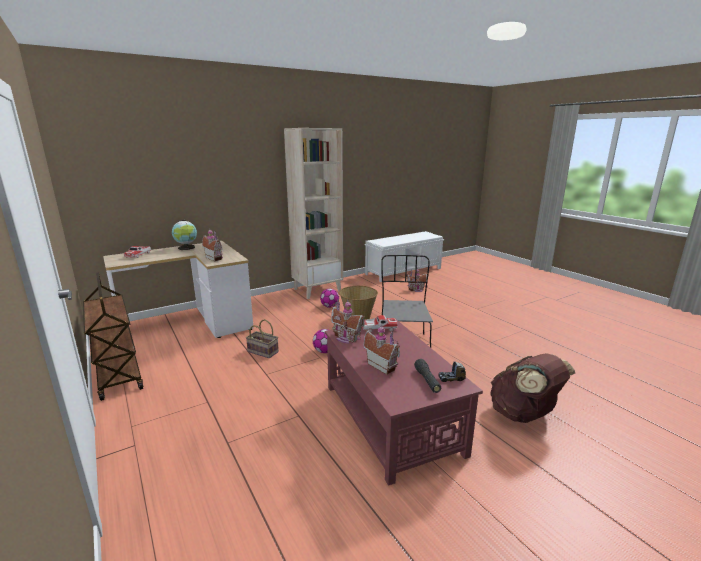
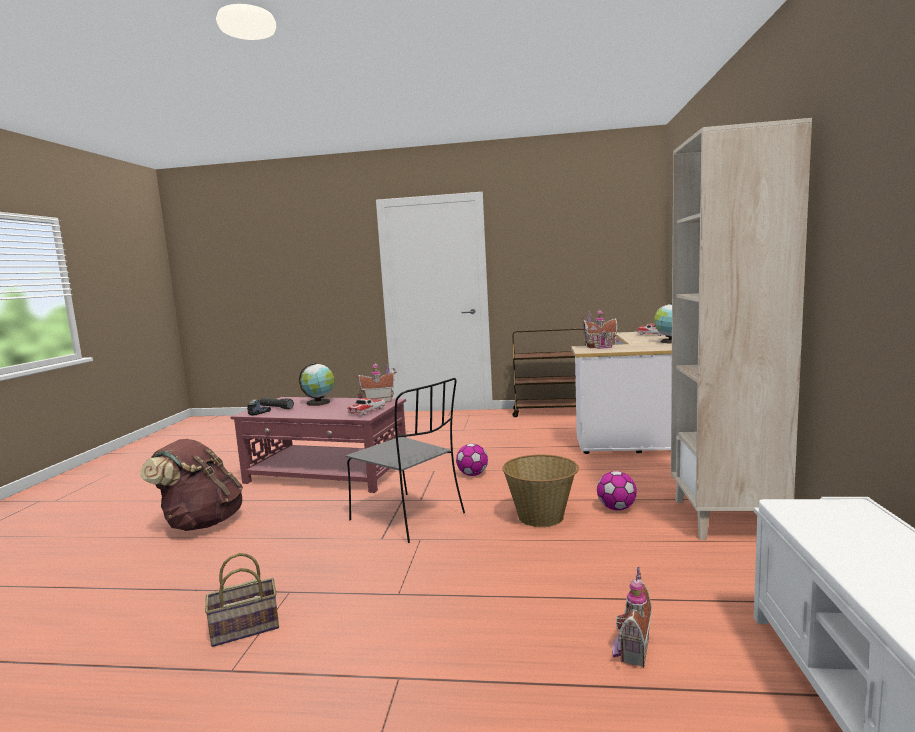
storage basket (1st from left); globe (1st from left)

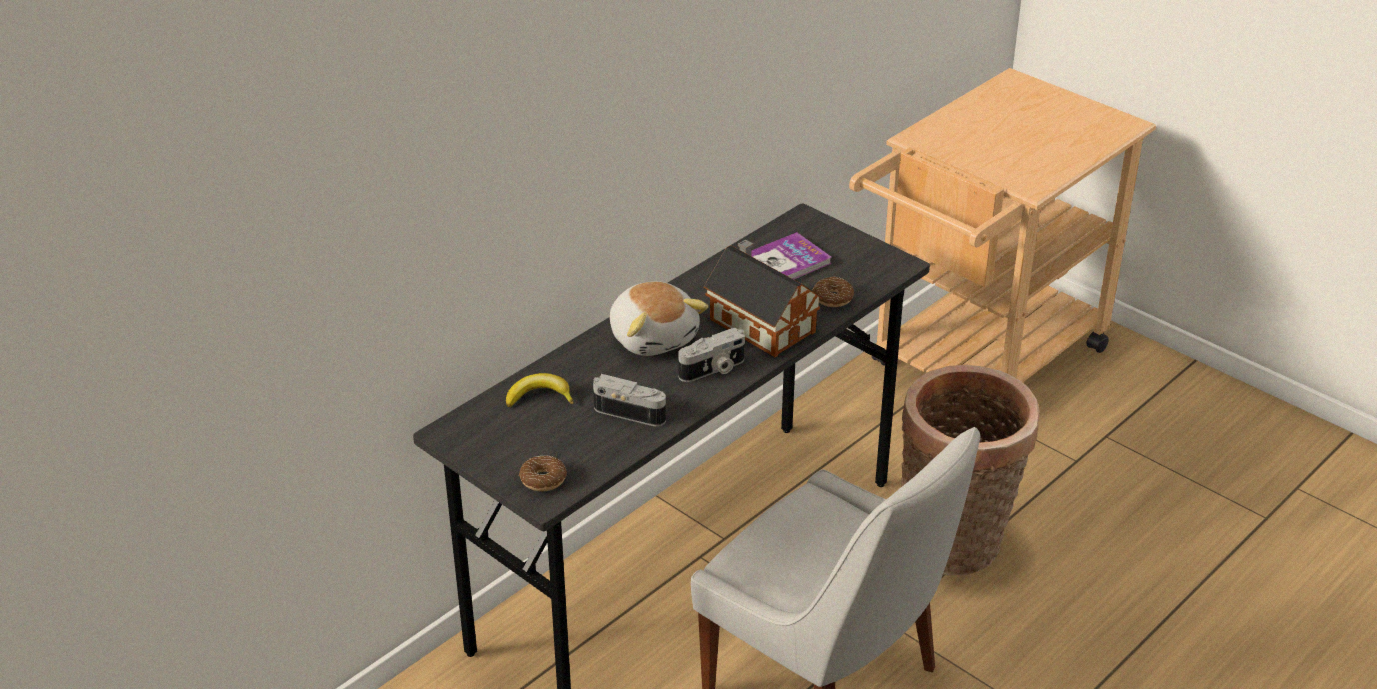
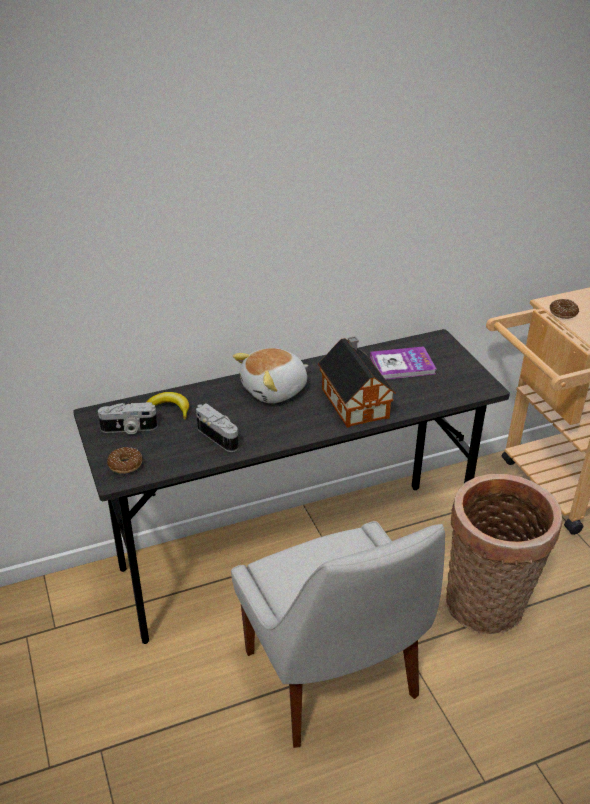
still camera (1st from left); doughnut (2nd from left); plush toy

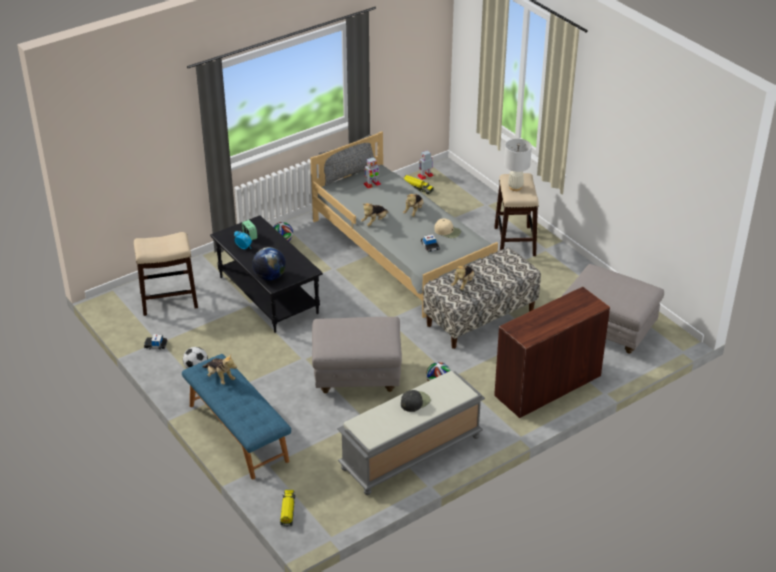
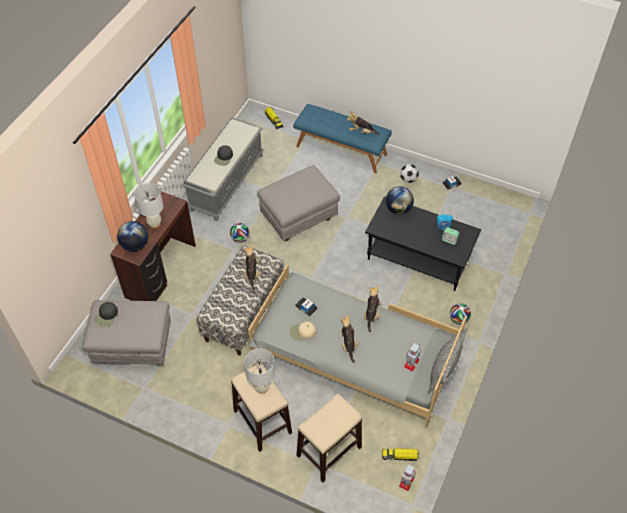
black peaked cap (1st from left); globe (1st from left); white-coloured table lamp (1st from left); sitting stool (2nd from left)

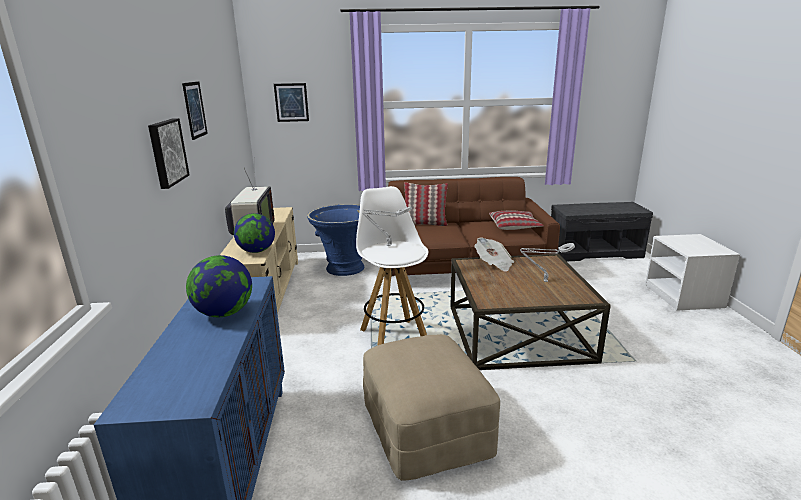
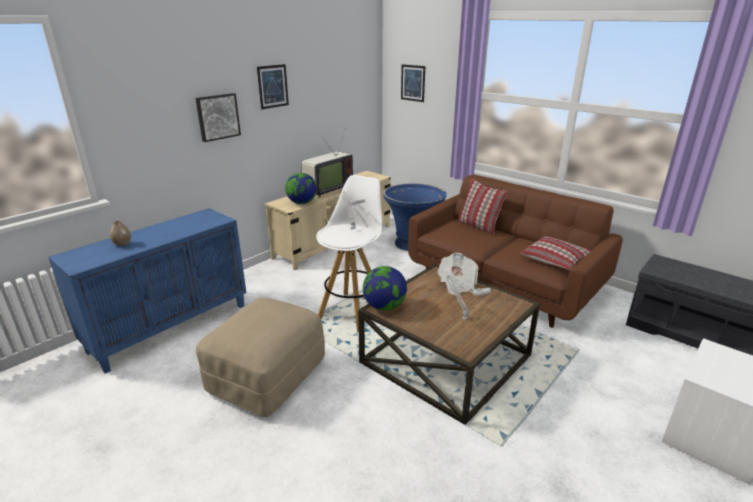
decorative vase; globe (2nd from left)

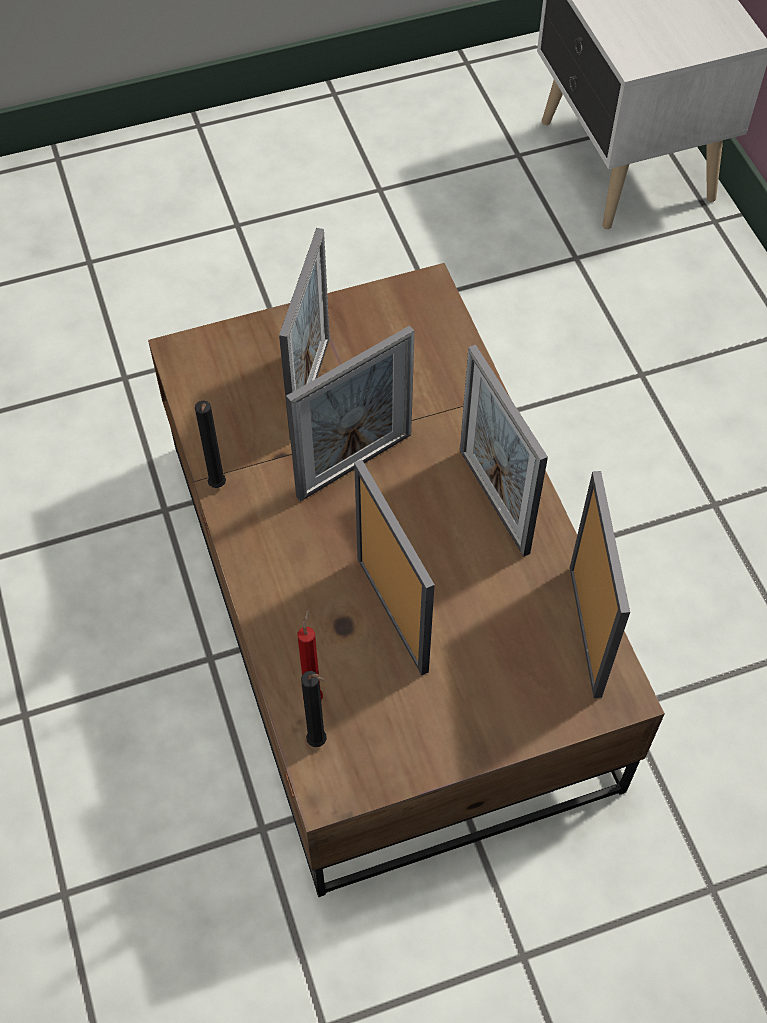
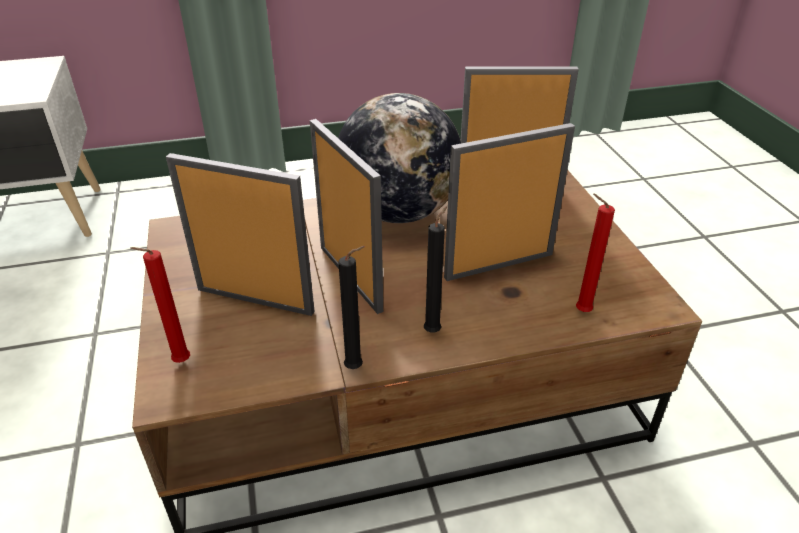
red wax light (1st from left); black wax light (2nd from left); globe

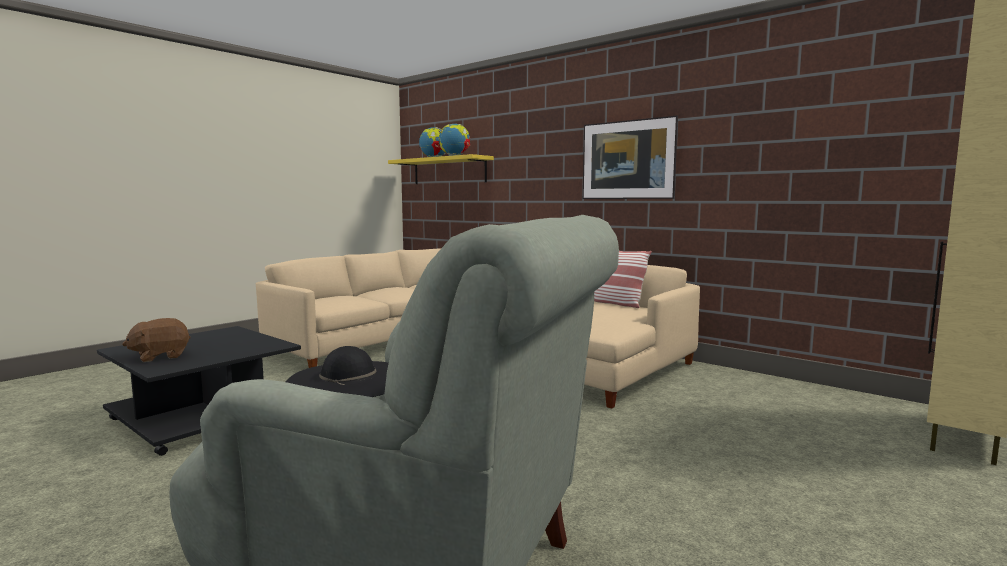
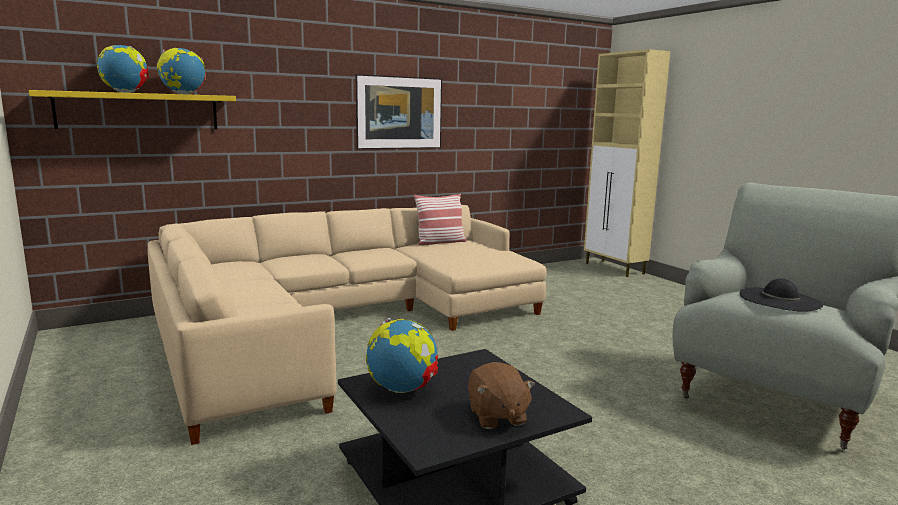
globe (3rd from left)

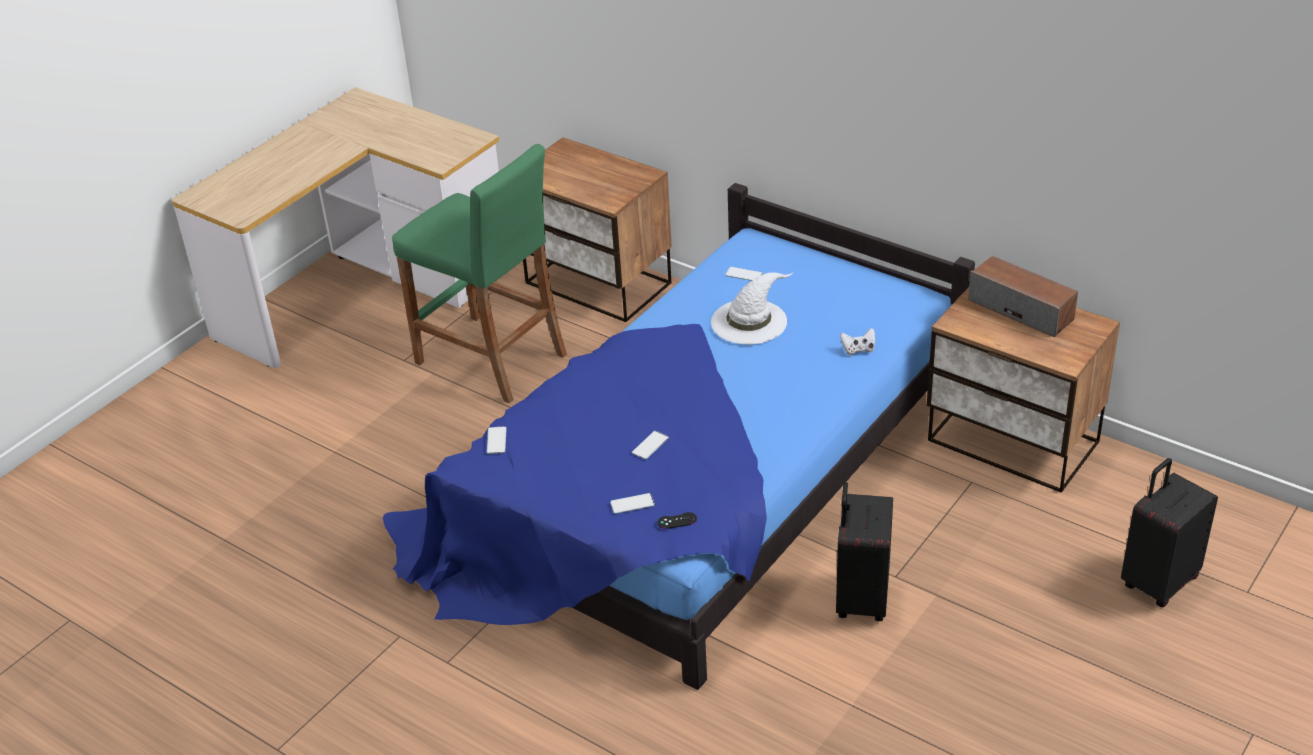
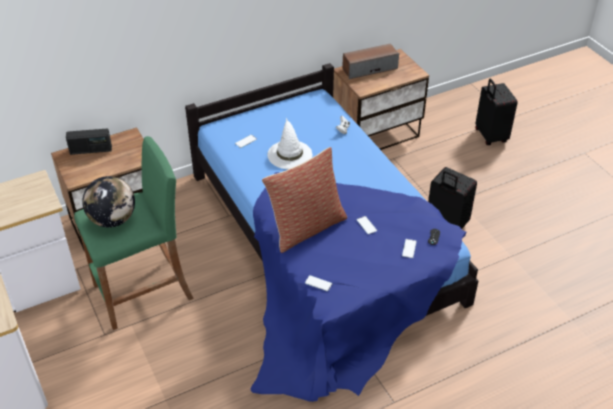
radio; globe; cushion

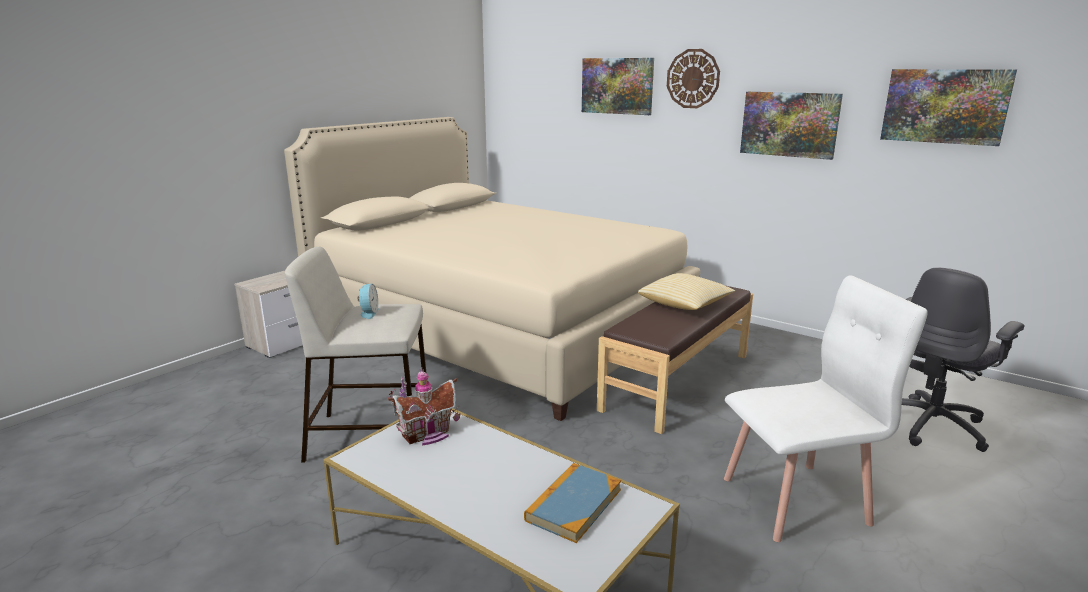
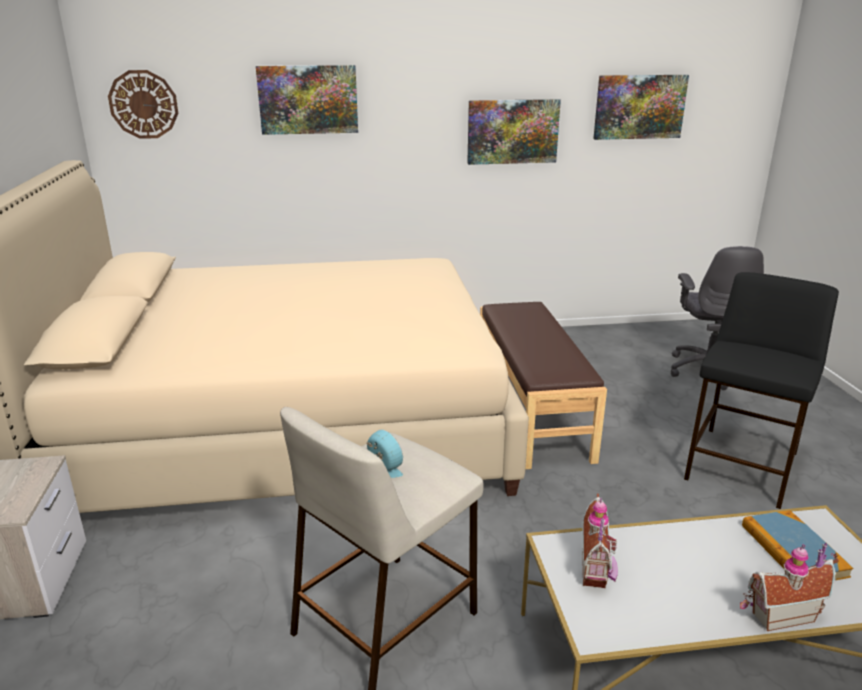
cushion; model house (2nd from left); clock on the wall; black sitting stool

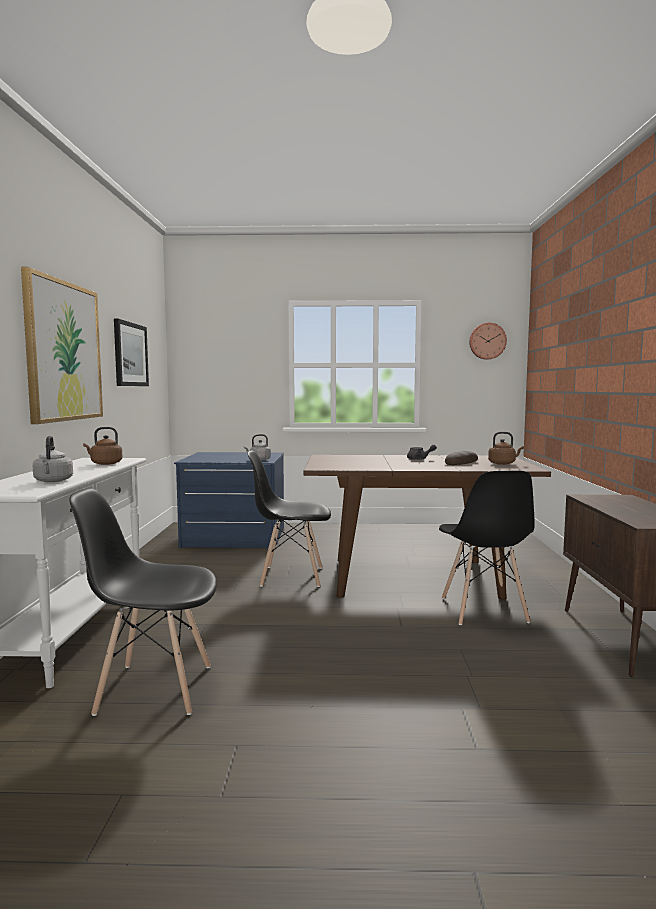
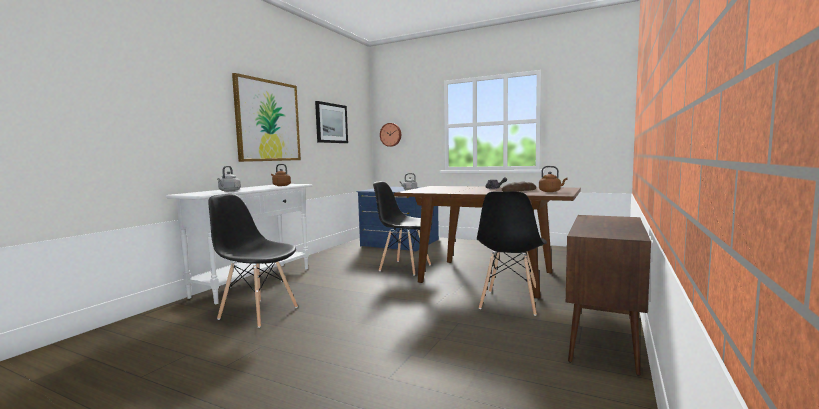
clock on the wall

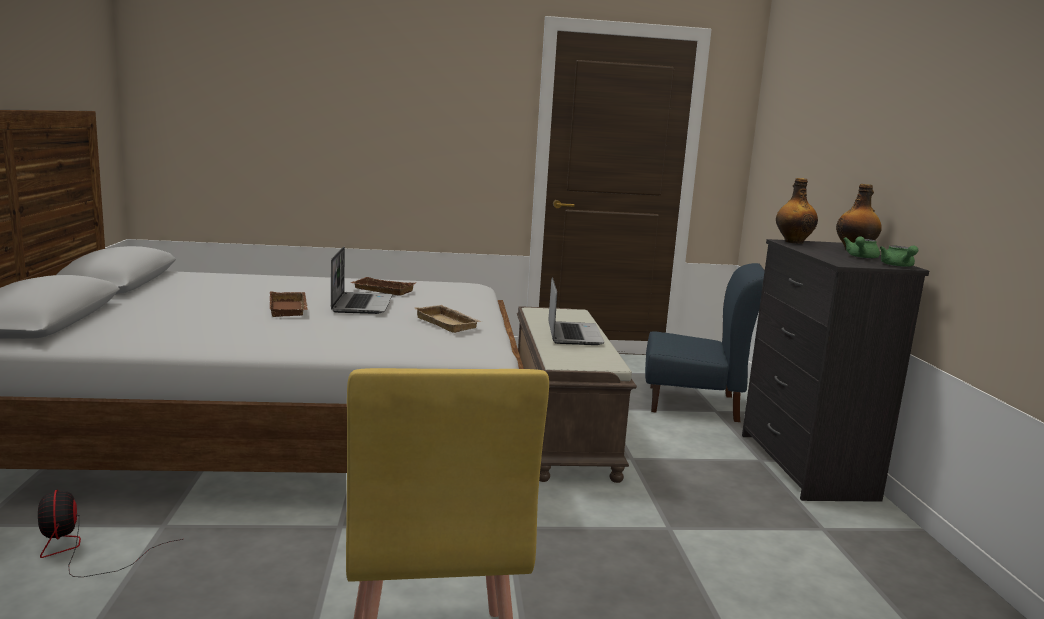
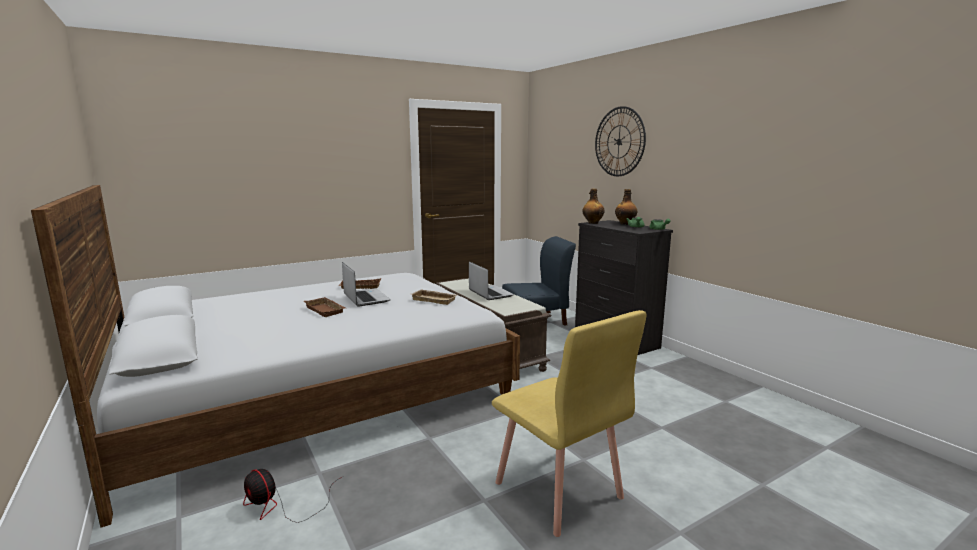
clock on the wall

